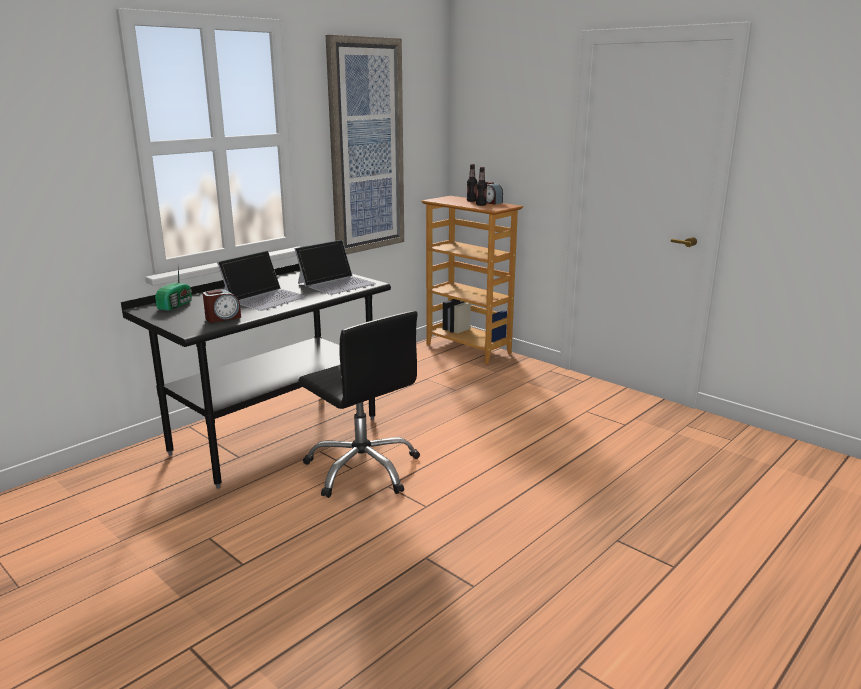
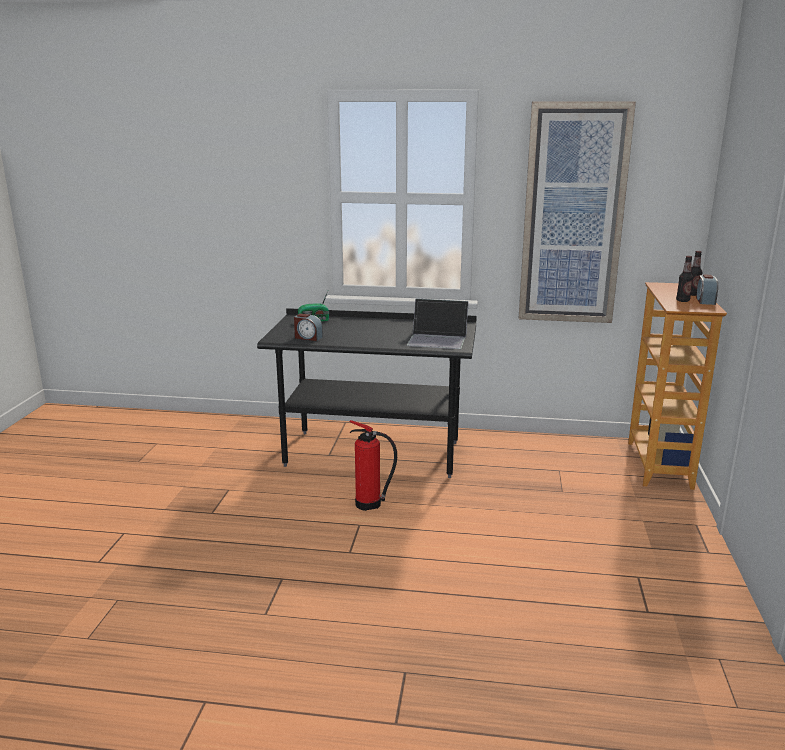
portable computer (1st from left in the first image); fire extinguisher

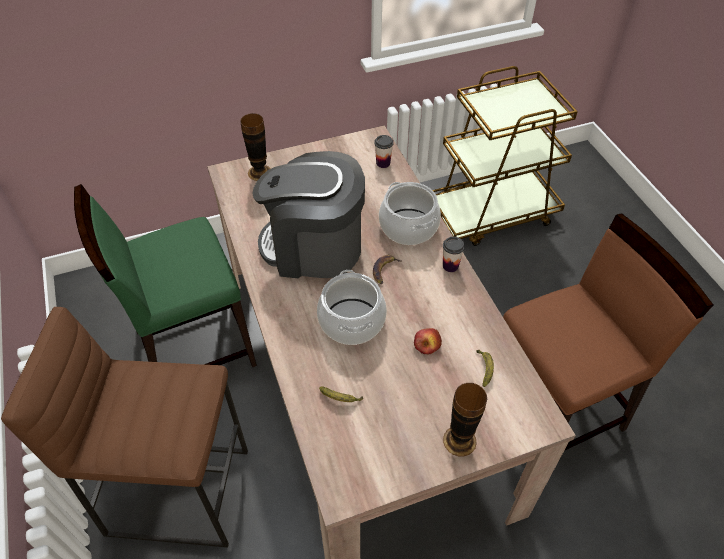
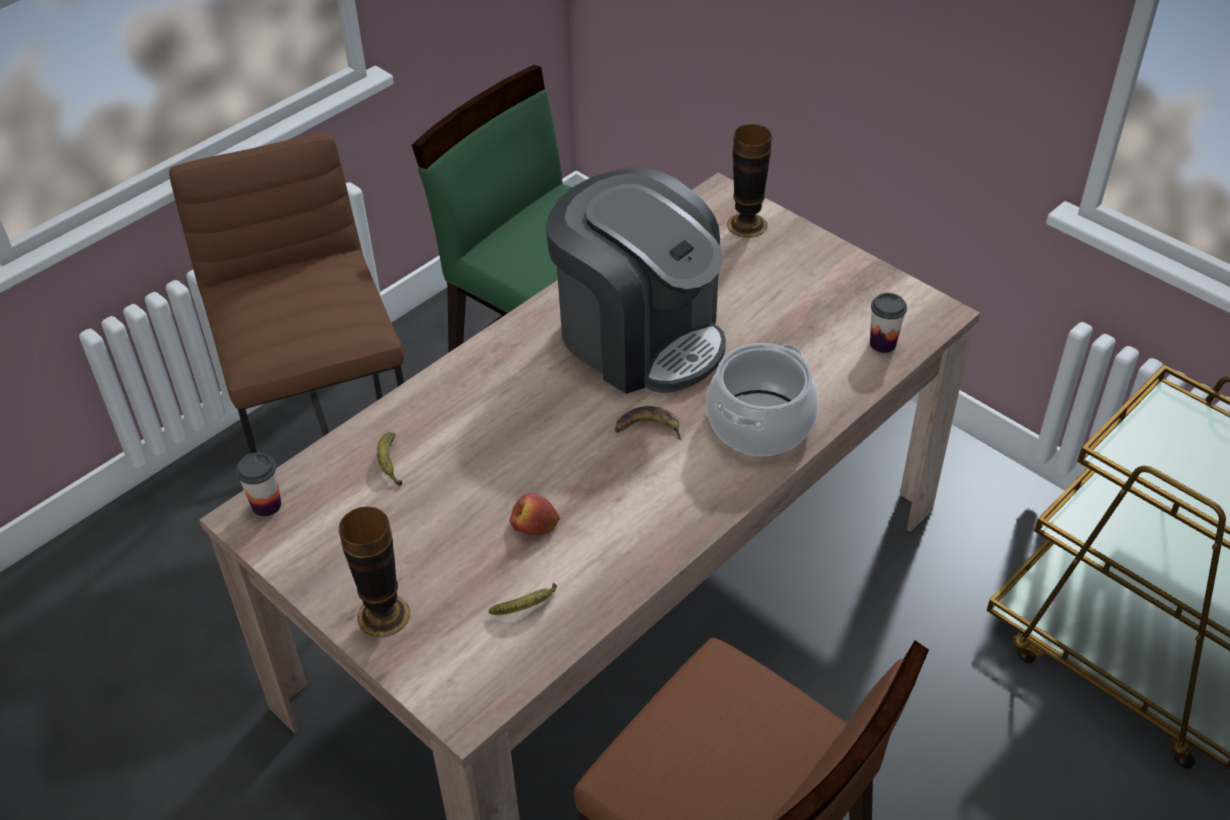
saucepot (1st from left in the first image); small cup (1st from left); coffee brewer

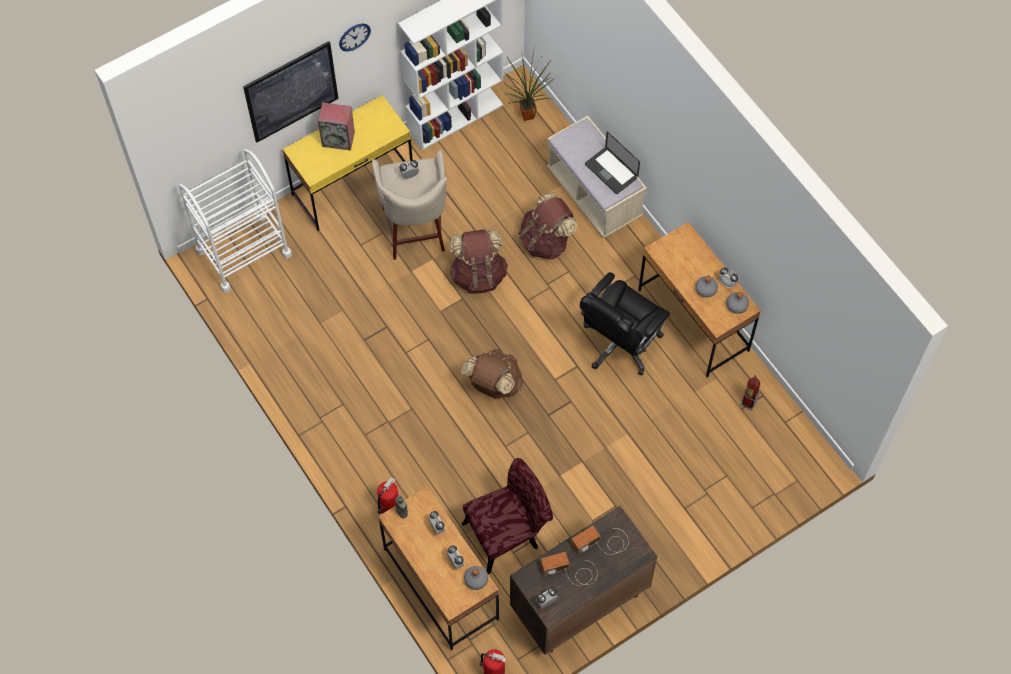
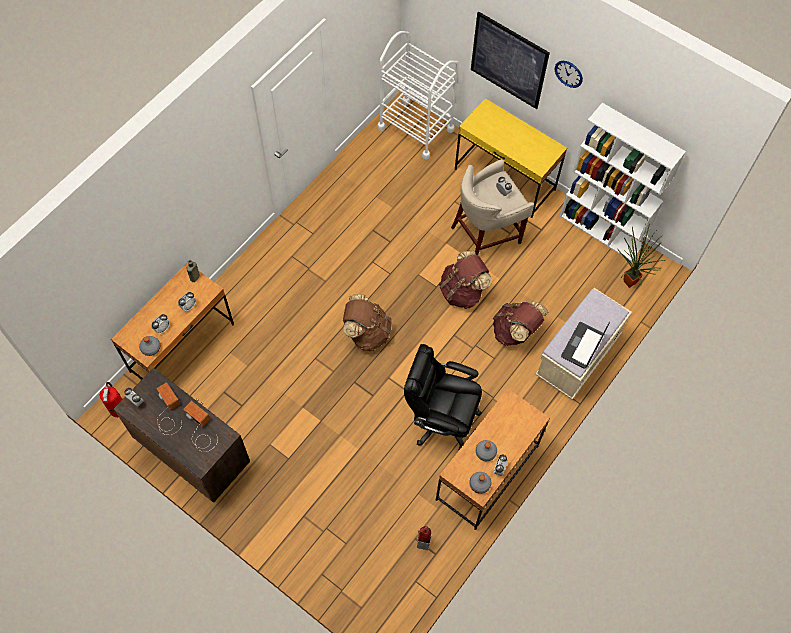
speaker; fire extinguisher (1st from left in the first image); red upright chair

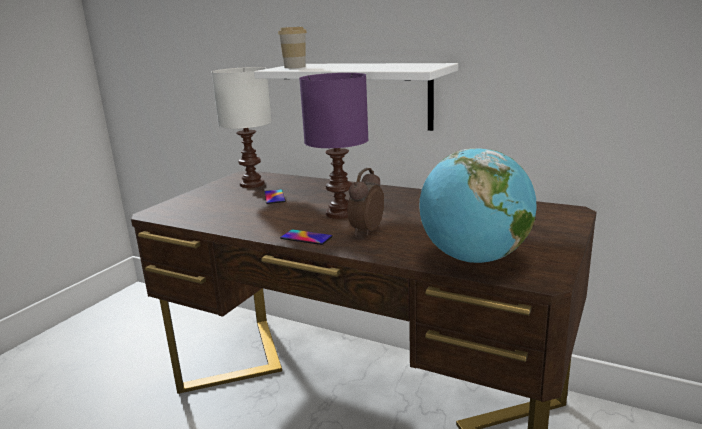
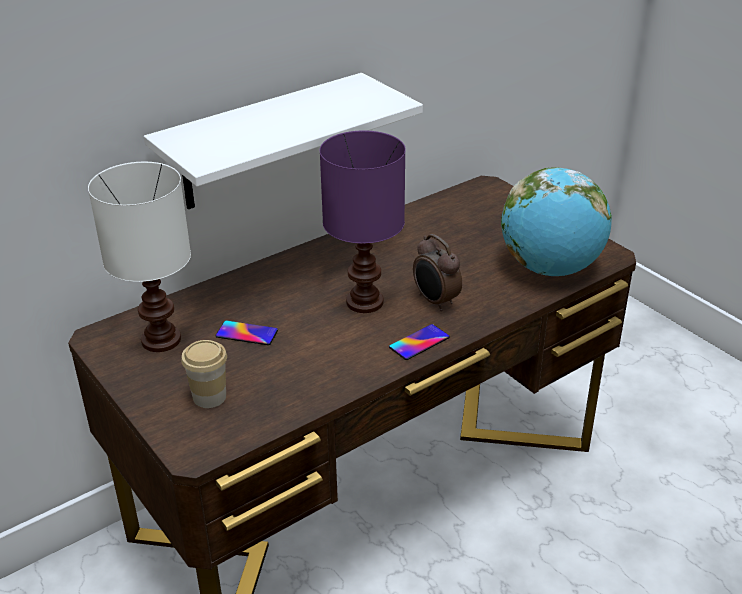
small cup

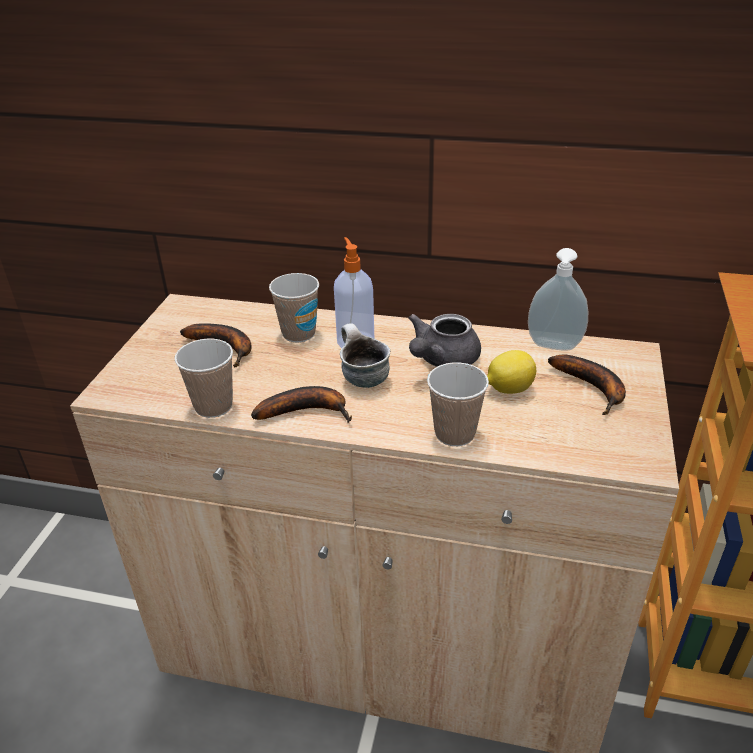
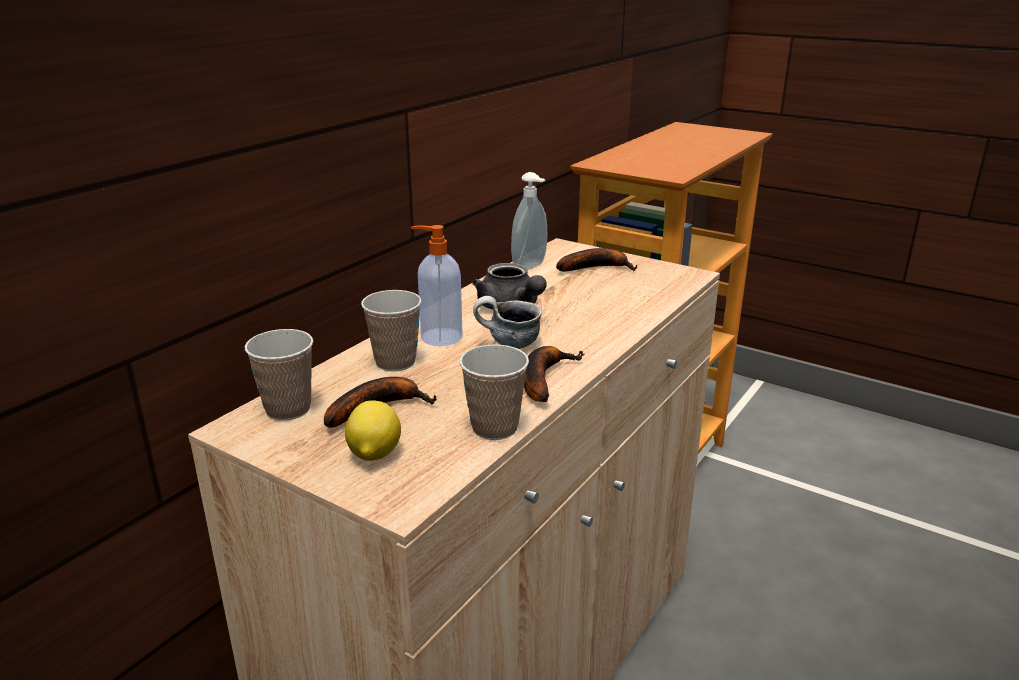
small cup (1st from left); citrus fruit

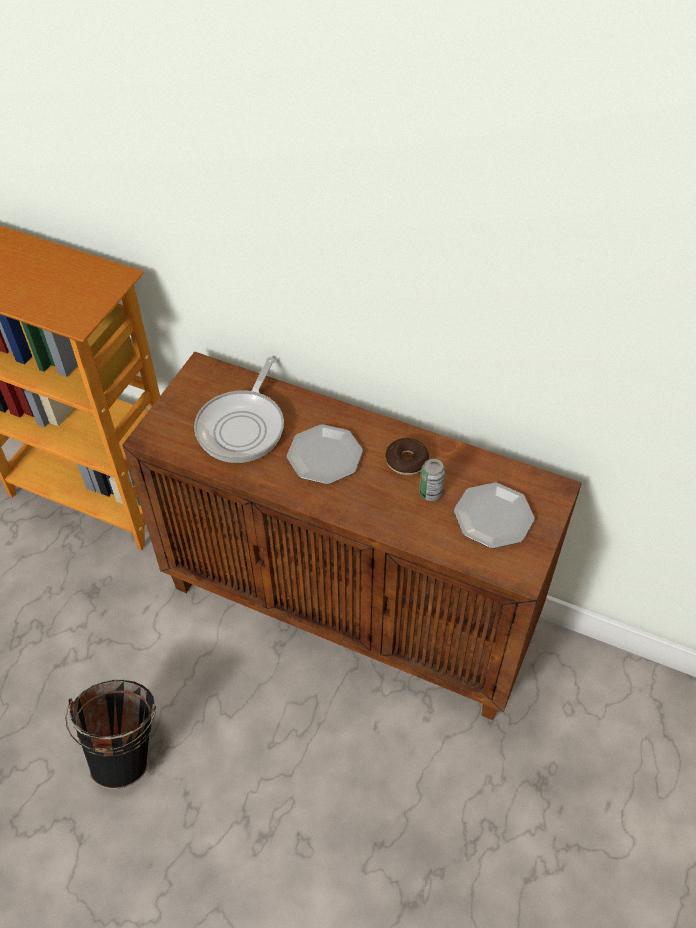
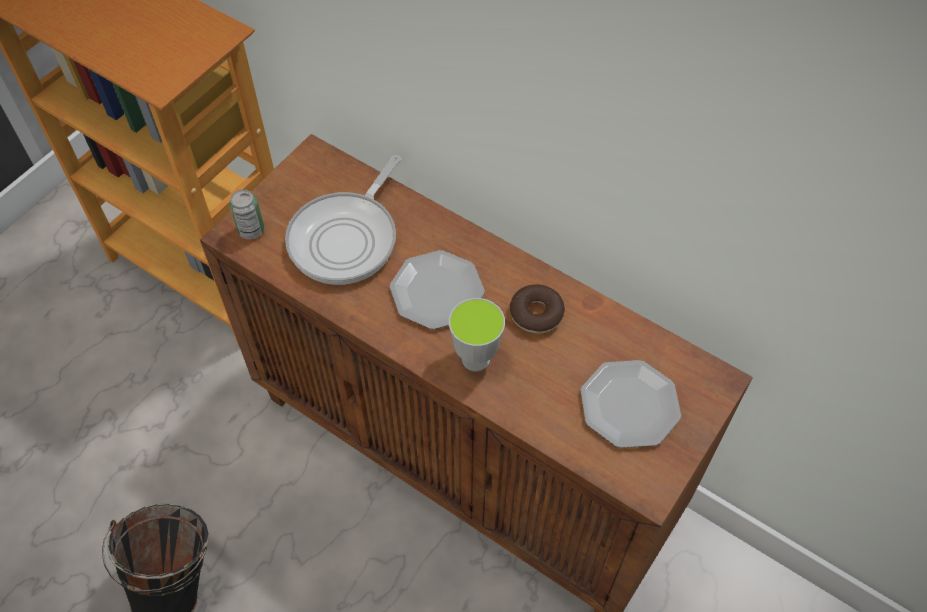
small cup; can

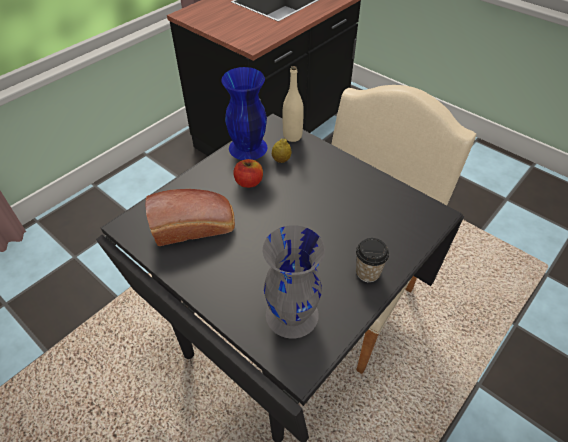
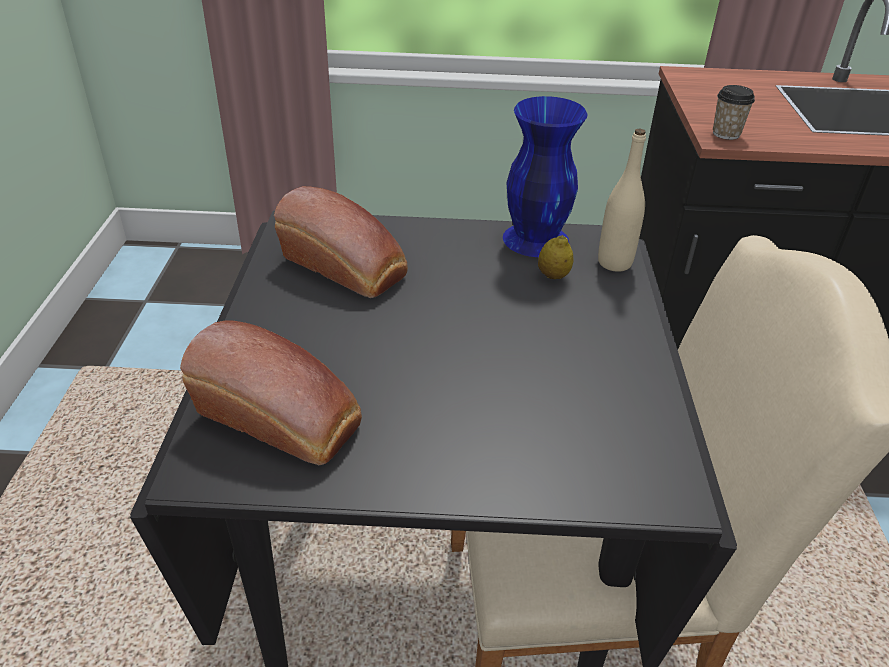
apple fruit; small cup; bread (1st from left)

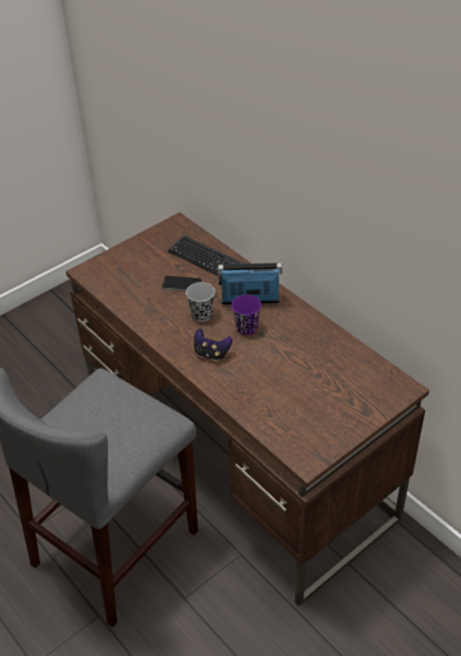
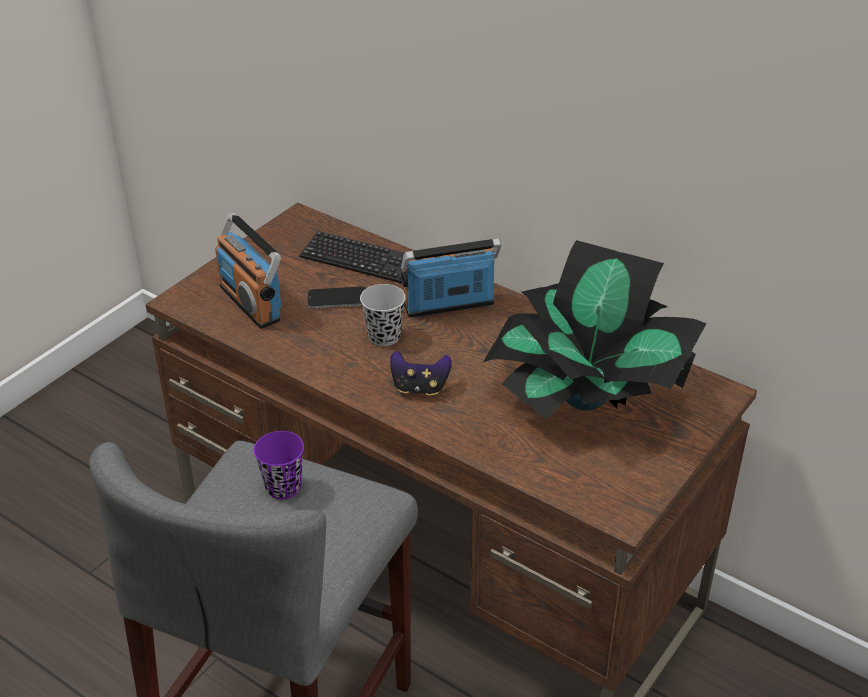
radio (1st from left); plant in a pot; purplish small cup

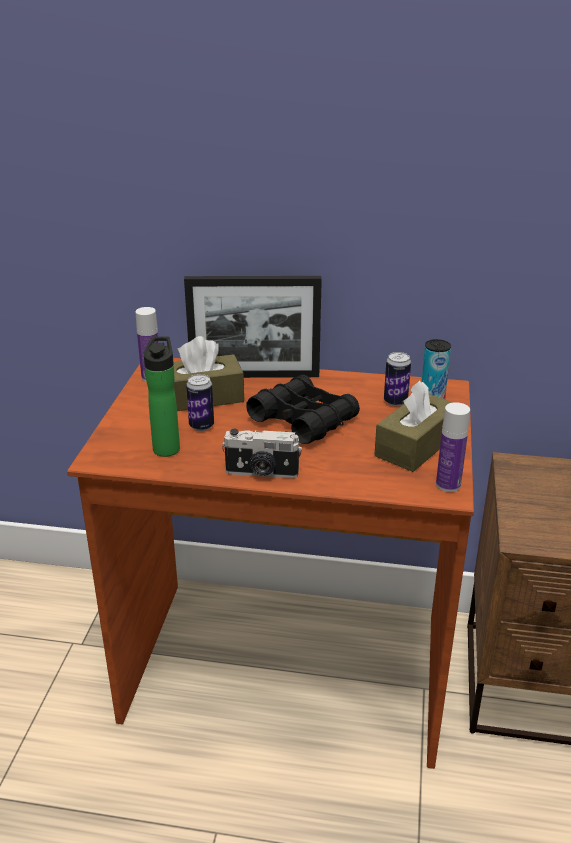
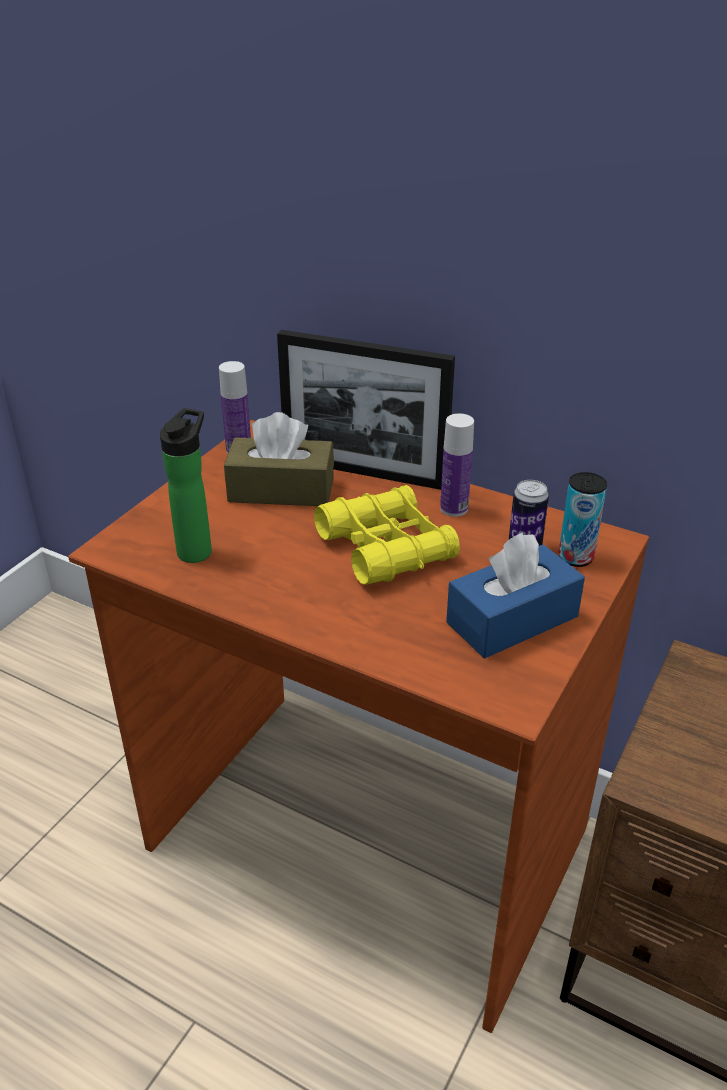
can (1st from left in the first image); still camera; beverage bottle (3rd from left); yellow-coloured field glasses; bluish box of tissues

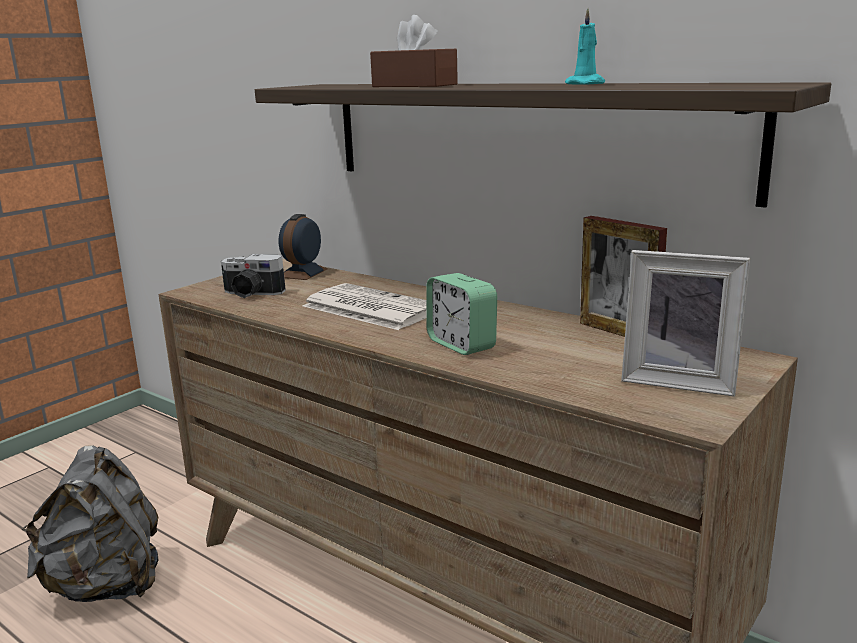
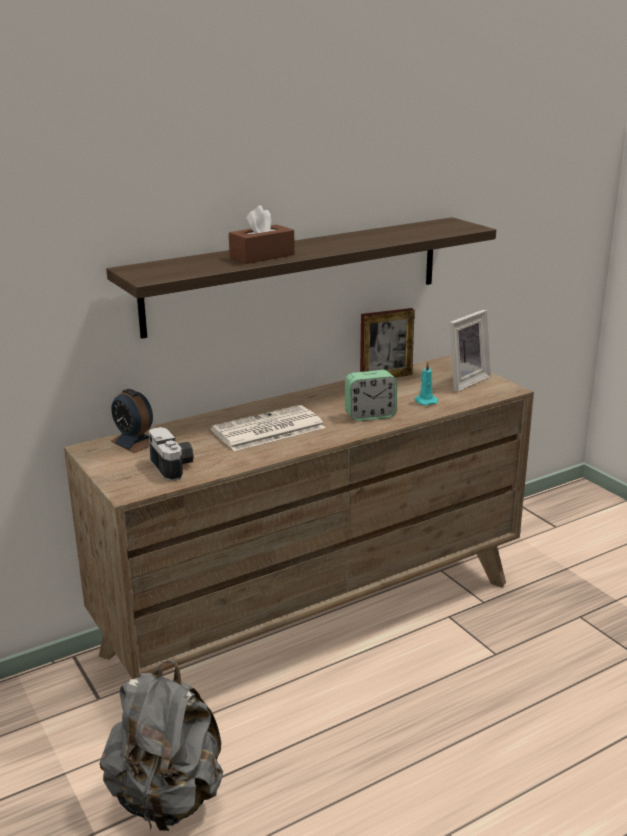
blue-green wax light; still camera

